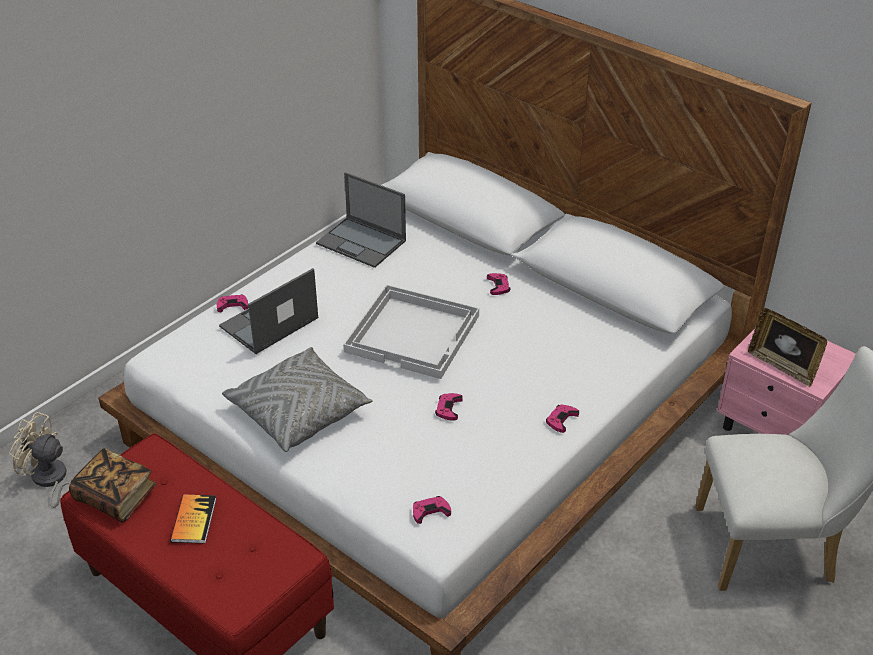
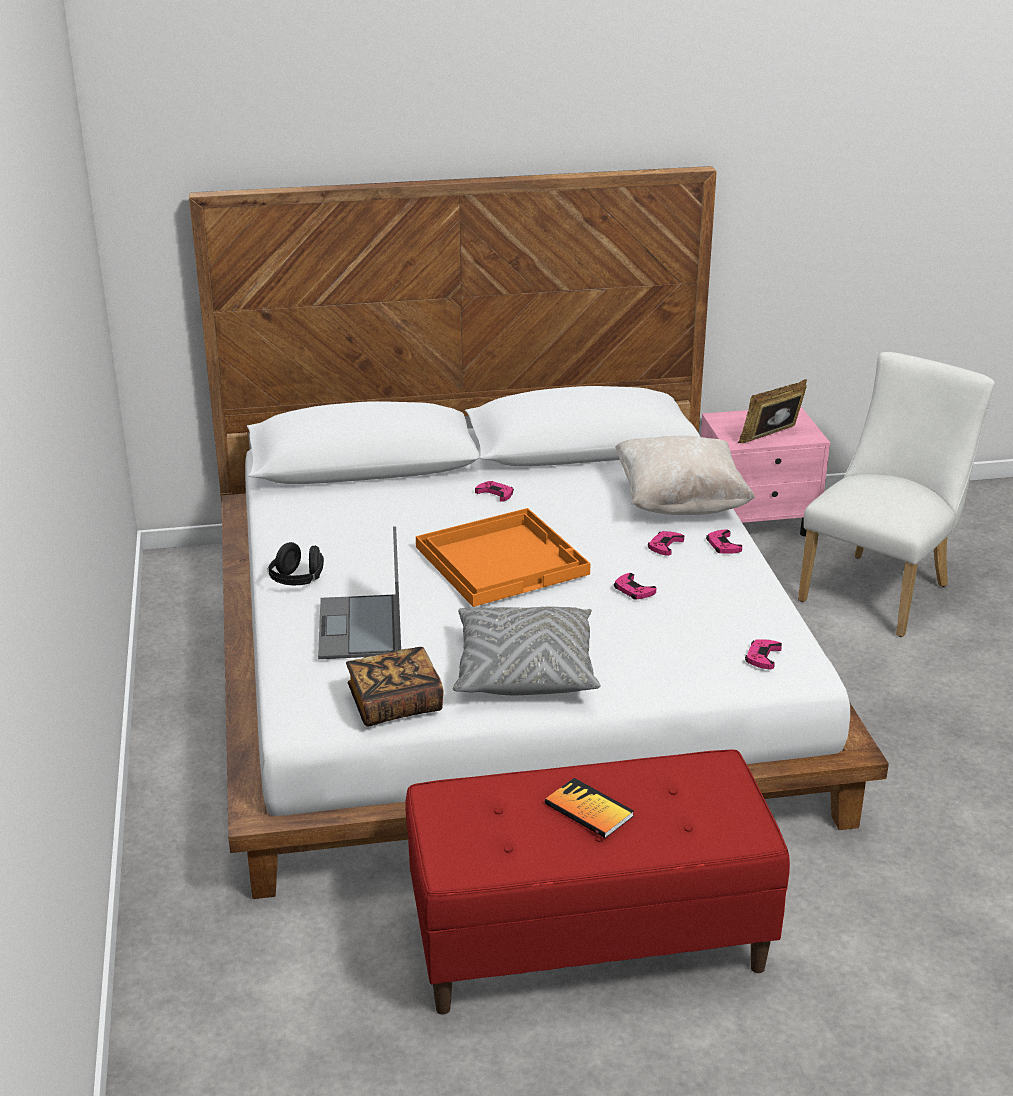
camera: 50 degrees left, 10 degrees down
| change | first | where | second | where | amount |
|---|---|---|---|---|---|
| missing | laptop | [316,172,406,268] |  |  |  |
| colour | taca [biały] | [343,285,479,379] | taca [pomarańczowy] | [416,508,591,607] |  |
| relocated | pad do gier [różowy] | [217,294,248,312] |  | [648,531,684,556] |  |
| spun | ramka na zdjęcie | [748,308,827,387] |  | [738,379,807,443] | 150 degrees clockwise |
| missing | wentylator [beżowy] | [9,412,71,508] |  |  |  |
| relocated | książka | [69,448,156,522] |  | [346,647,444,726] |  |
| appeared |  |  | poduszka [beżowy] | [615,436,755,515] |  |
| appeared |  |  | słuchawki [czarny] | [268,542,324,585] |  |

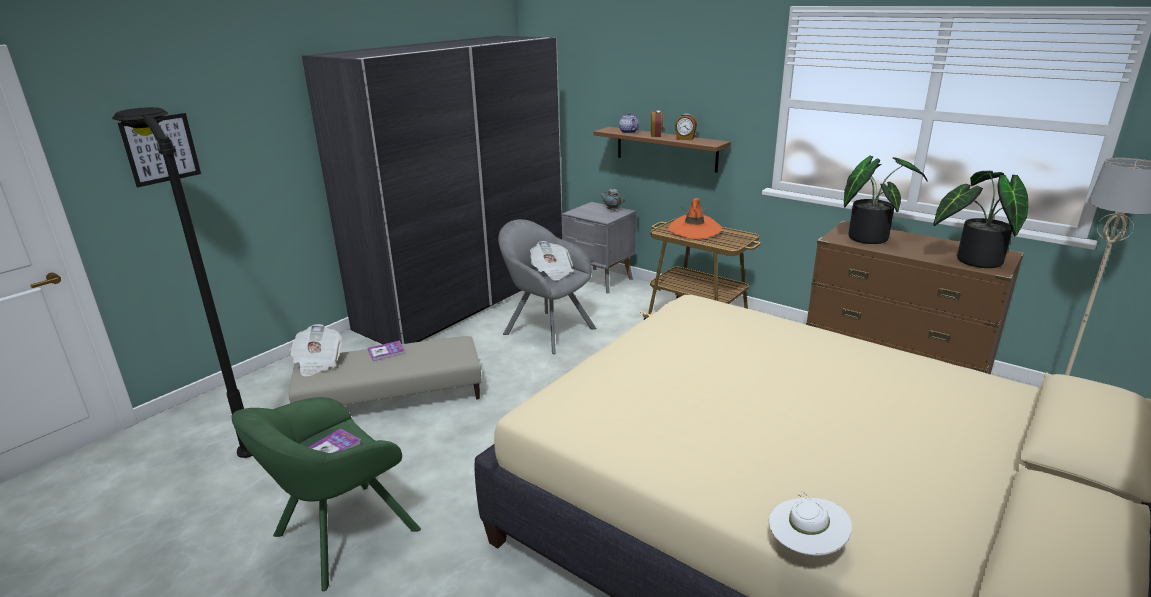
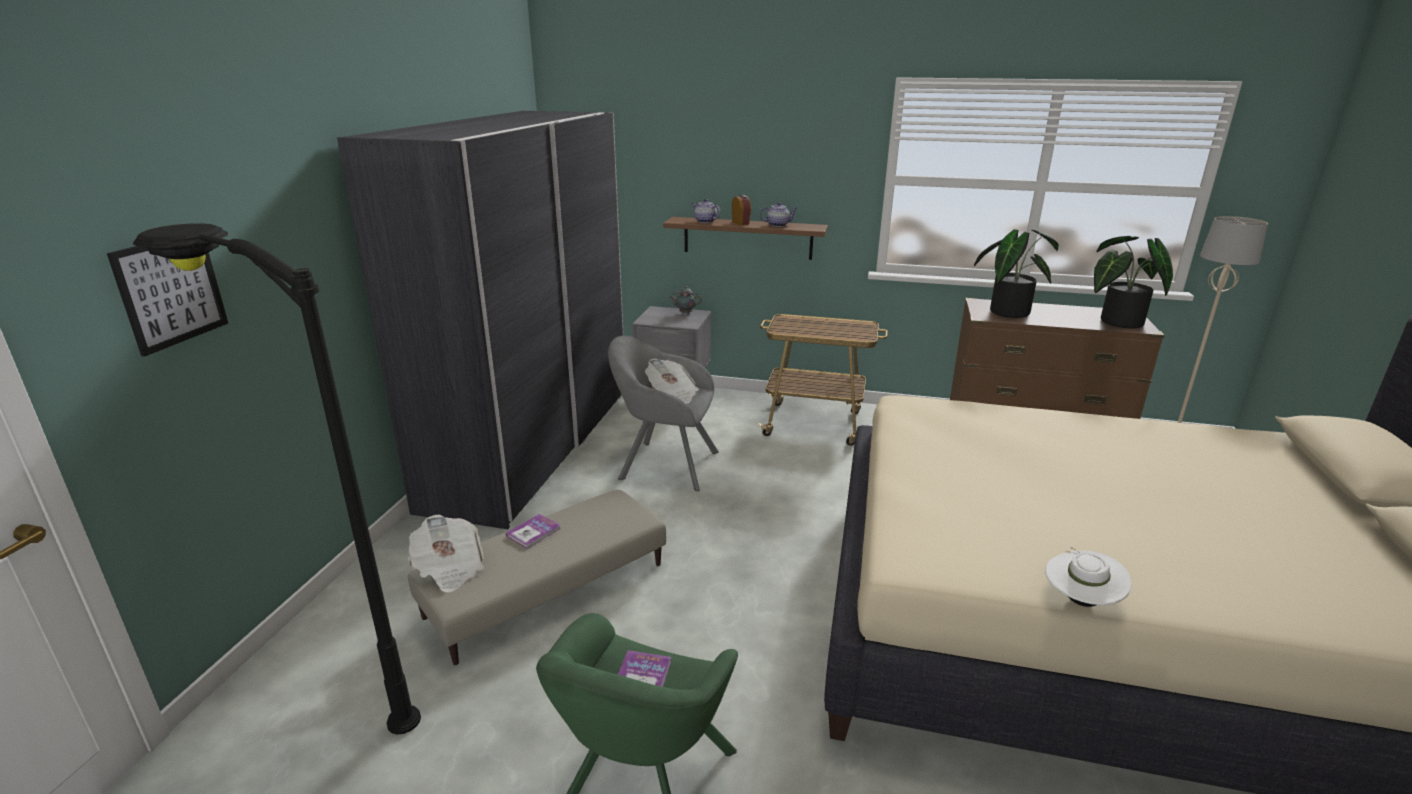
camera: 25 degrees left, 0 degrees up
| change | first | where | second | where | amount |
|---|---|---|---|---|---|
| exchanged | budzik | [675,114,697,140] | imbryk | [760,202,797,227] |  |
| missing | kapelusz [pomarańczowy] | [668,198,722,239] |  |  |  |
| relocated | kapelusz [biały] | [769,491,852,556] |  | [1045,547,1132,607] |  |

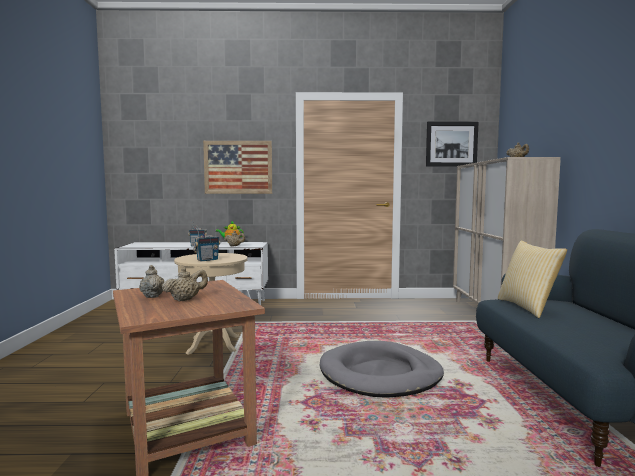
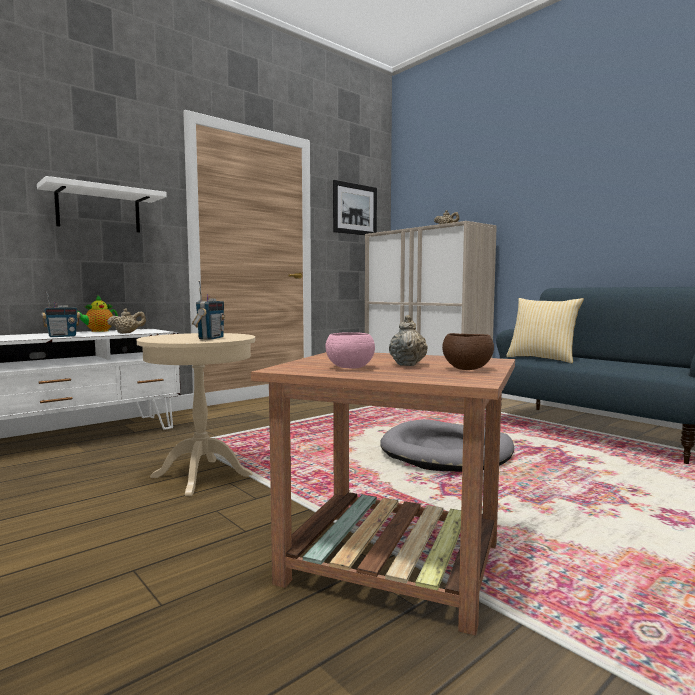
camera: 40 degrees left, 0 degrees up
| change | first | where | second | where | amount |
|---|---|---|---|---|---|
| exchanged | obraz | [203,141,272,194] | półka [biały] | [37,176,167,233] |  |
| exchanged | imbryk [beżowy] | [139,265,164,298] | miska [różowy] | [326,332,375,369] |  |
| appeared |  |  | miska [brązowy] | [442,333,494,370] |  |

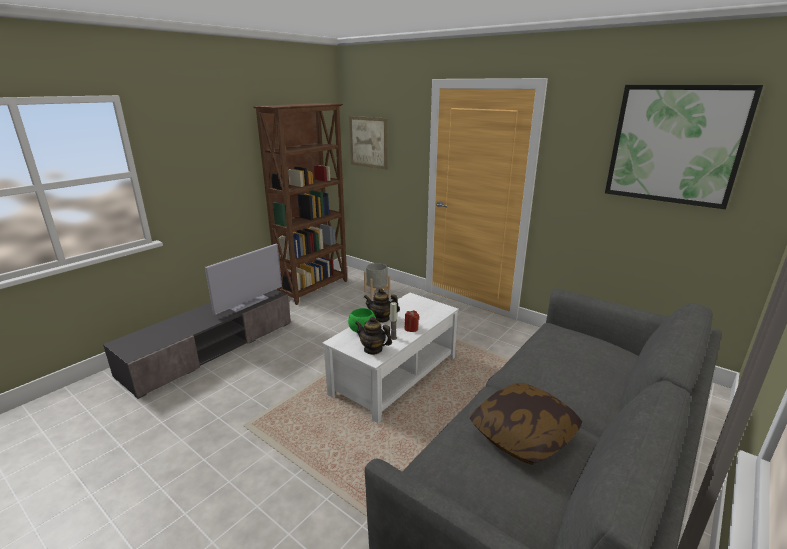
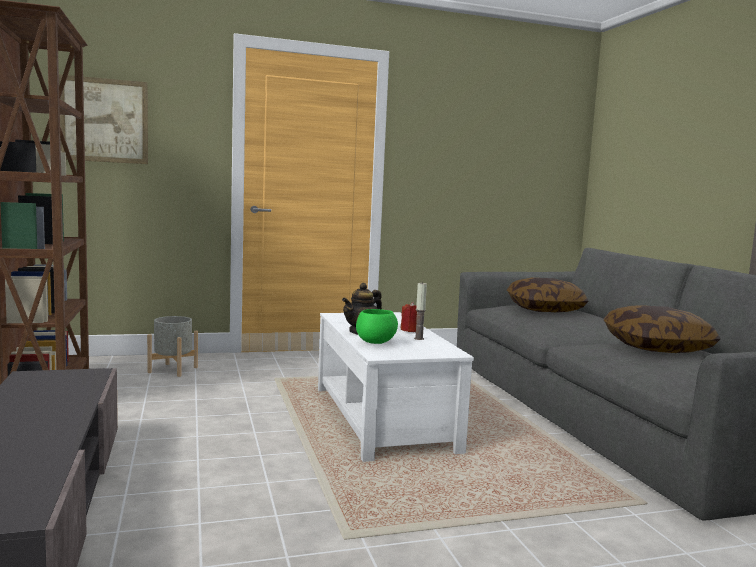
camera: 55 degrees left, 15 degrees down
| change | first | where | second | where | amount |
|---|---|---|---|---|---|
| missing | obraz | [605,85,763,209] |  |  |  |
| missing | telewizor | [205,244,282,315] |  |  |  |
| missing | imbryk | [355,316,392,355] |  |  |  |
| appeared |  |  | poduszka | [507,278,588,312] |  |

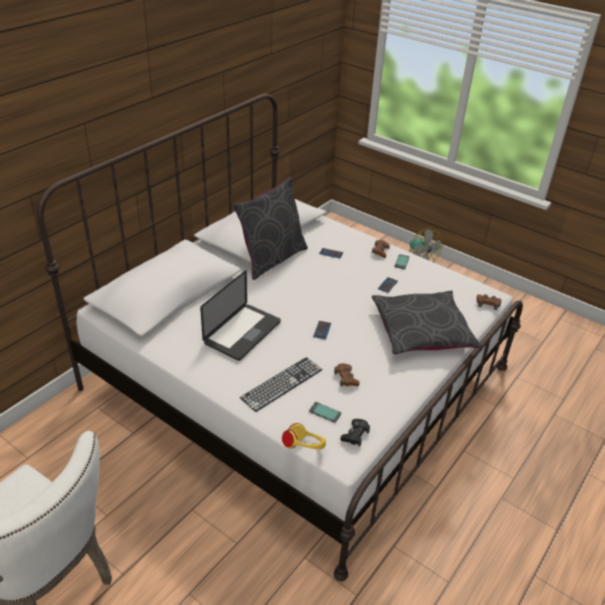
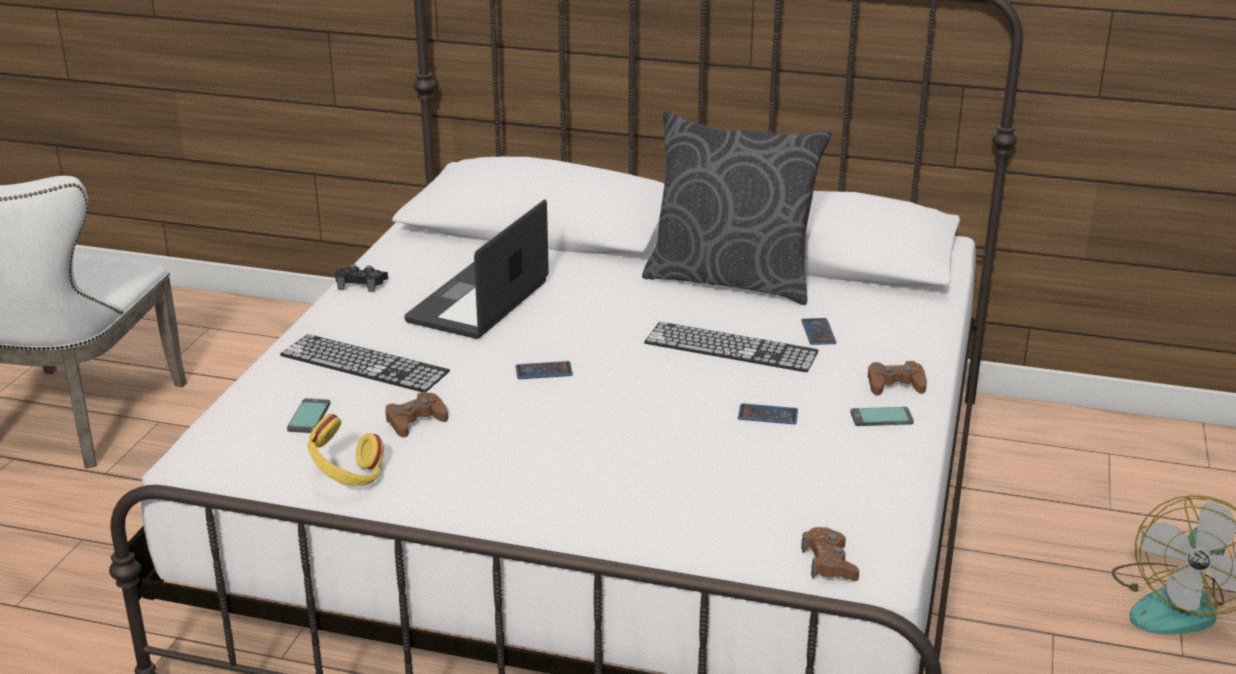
camera: 70 degrees right, 10 degrees down
| change | first | where | second | where | amount |
|---|---|---|---|---|---|
| spun | laptop | [200,270,281,361] |  | [405,199,549,339] | 105 degrees clockwise |
| missing | poduszka [szary] | [372,291,482,354] |  |  |  |
| relocated | pad do gier [czarny] | [341,419,370,447] |  | [335,264,388,292] |  |
| relocated | słuchawki [żółty] | [282,423,326,449] |  | [307,414,384,486] |  |
| appeared |  |  | klawiatura | [644,322,819,372] |  |

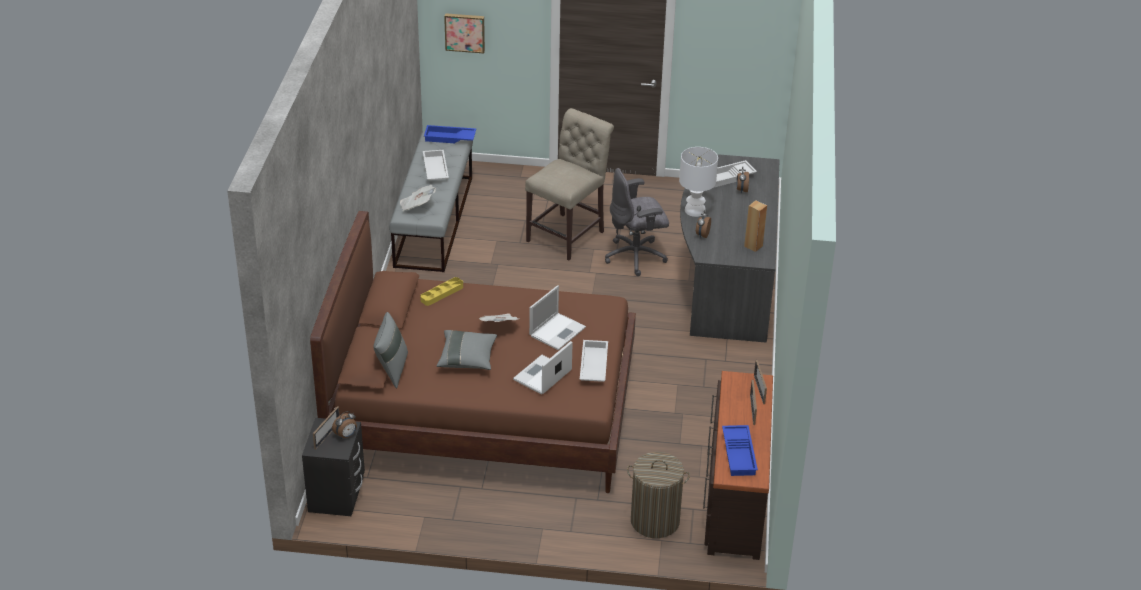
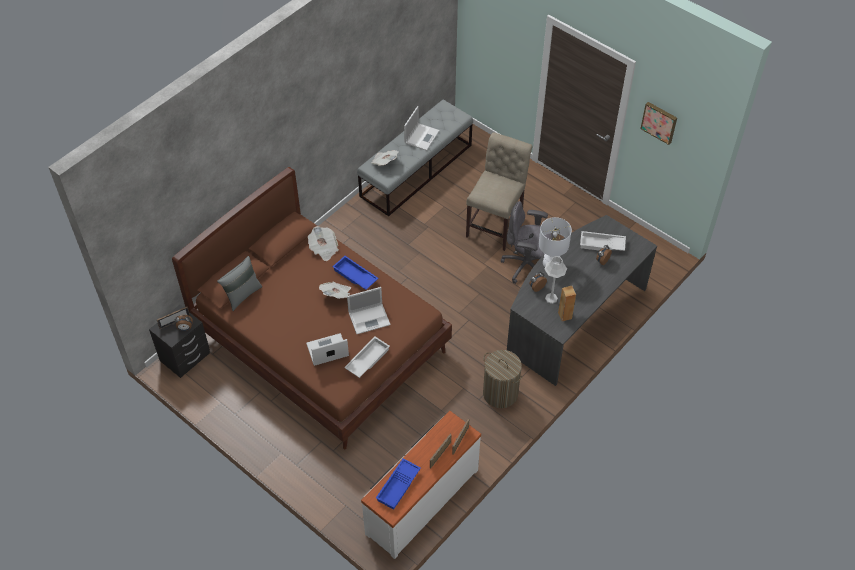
camera: 35 degrees right, 15 degrees up
| change | first | where | second | where | amount |
|---|---|---|---|---|---|
| relocated | obraz | [444,13,485,54] |  | [640,102,677,145] |  |
| spun | krzesło [beżowy] | [525,108,614,260] |  | [466,132,533,251] | 45 degrees counterclockwise |
| relocated | taca [niebieski] | [424,125,476,143] |  | [333,256,379,290] |  |
| exchanged | taca [biały] | [423,150,449,180] | laptop | [404,106,440,151] |  |
| exchanged | taca [żółty] | [420,277,463,306] | gazeta | [308,226,339,261] |  |
| missing | poduszka [szary] | [436,330,497,370] |  |  |  |
| colour | komoda [brązowy] | [703,371,773,560] | komoda [biały] | [361,411,481,559] |  |
| relocated | kosz na pranie | [627,452,690,538] |  | [483,350,522,408] |  |
| appeared |  |  | lampa stołowa [szary] | [544,256,567,304] |  |

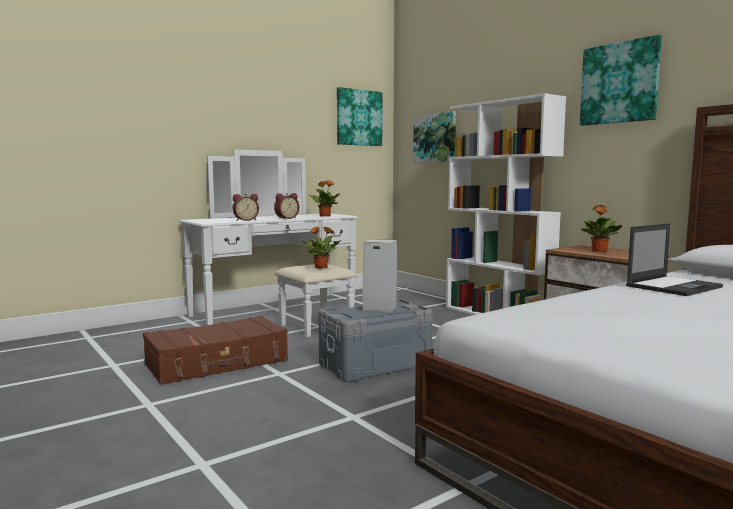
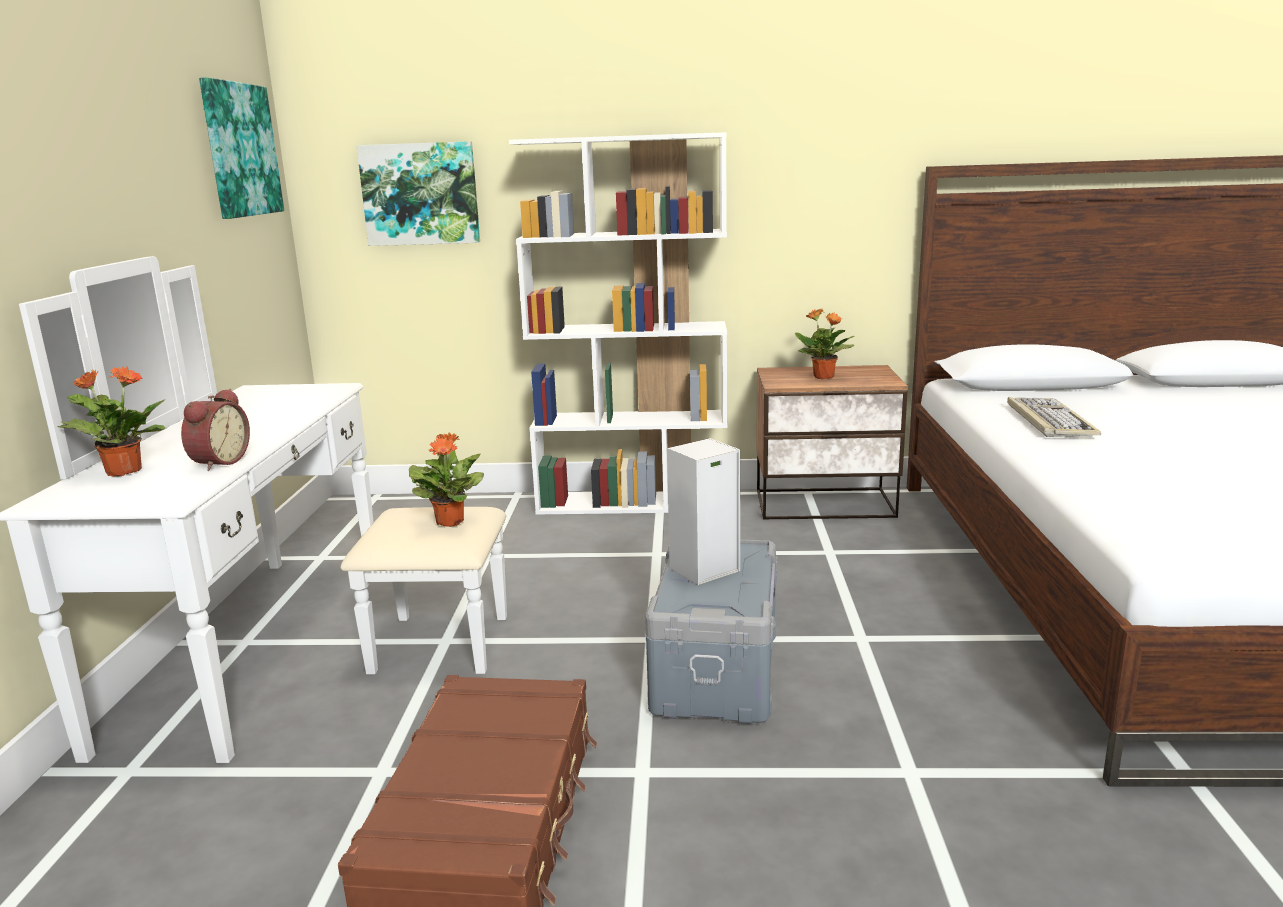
camera: 50 degrees left, 10 degrees up
| change | first | where | second | where | amount |
|---|---|---|---|---|---|
| missing | obraz | [580,34,662,126] |  |  |  |
| relocated | roślina doniczkowa | [310,180,340,217] |  | [57,366,167,476] |  |
| missing | budzik | [274,193,299,219] |  |  |  |
| exchanged | laptop | [626,223,723,296] | klawiatura | [1007,397,1101,437] |  |

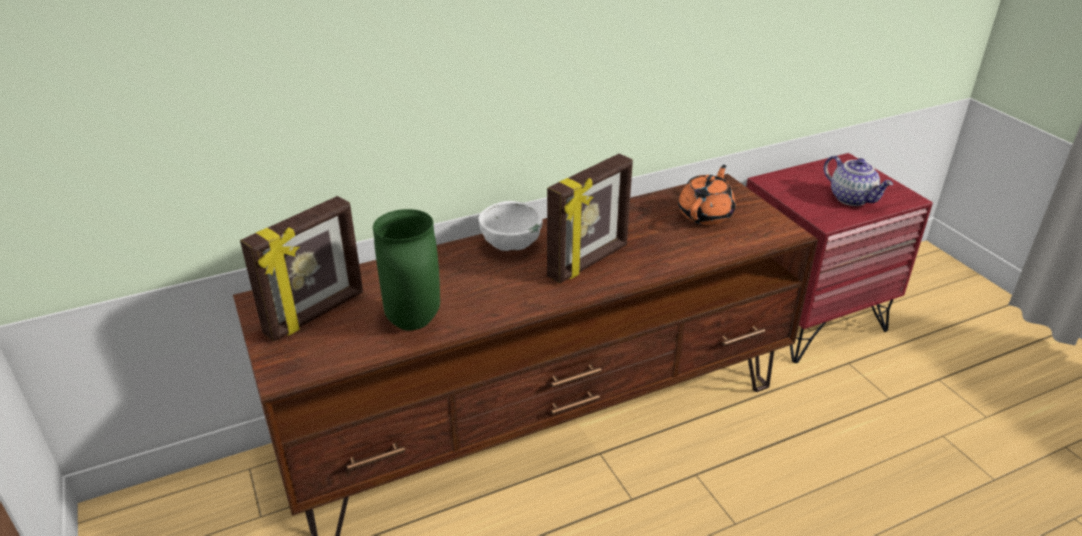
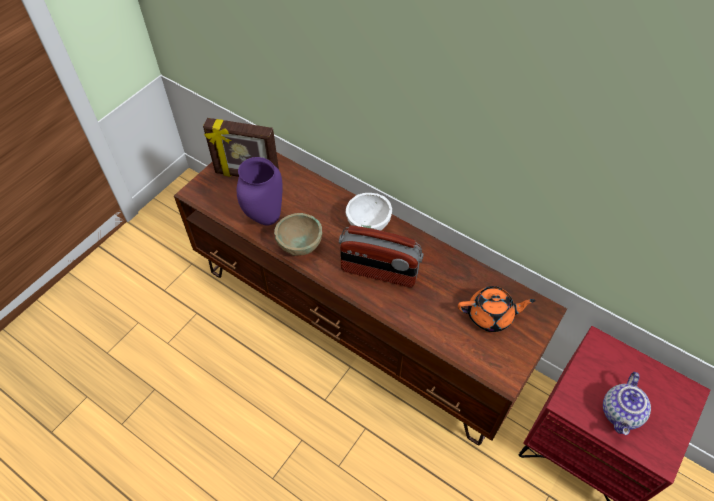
camera: 60 degrees right, 20 degrees up
| change | first | where | second | where | amount |
|---|---|---|---|---|---|
| exchanged | ramka na zdjęcie | [547,154,633,283] | radio | [339,225,424,287] |  |
| colour | wazon [zielony] | [373,209,440,331] | wazon [fioletowy] | [237,157,283,226] |  |
| appeared |  |  | miska [beżowy] | [274,213,322,256] |  |

